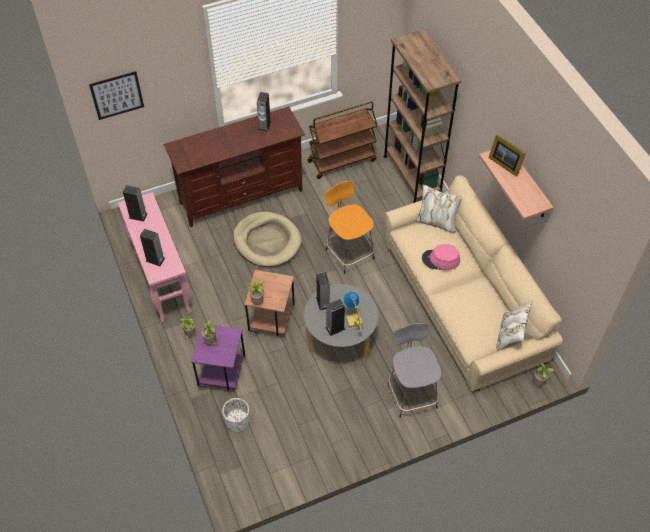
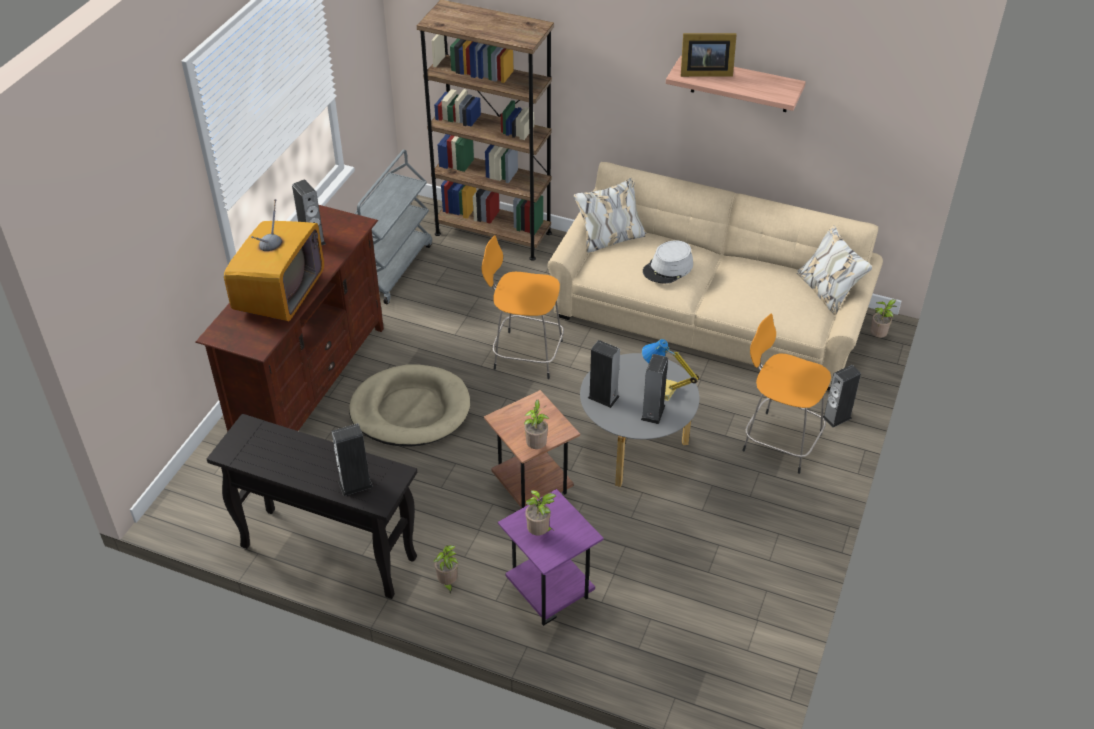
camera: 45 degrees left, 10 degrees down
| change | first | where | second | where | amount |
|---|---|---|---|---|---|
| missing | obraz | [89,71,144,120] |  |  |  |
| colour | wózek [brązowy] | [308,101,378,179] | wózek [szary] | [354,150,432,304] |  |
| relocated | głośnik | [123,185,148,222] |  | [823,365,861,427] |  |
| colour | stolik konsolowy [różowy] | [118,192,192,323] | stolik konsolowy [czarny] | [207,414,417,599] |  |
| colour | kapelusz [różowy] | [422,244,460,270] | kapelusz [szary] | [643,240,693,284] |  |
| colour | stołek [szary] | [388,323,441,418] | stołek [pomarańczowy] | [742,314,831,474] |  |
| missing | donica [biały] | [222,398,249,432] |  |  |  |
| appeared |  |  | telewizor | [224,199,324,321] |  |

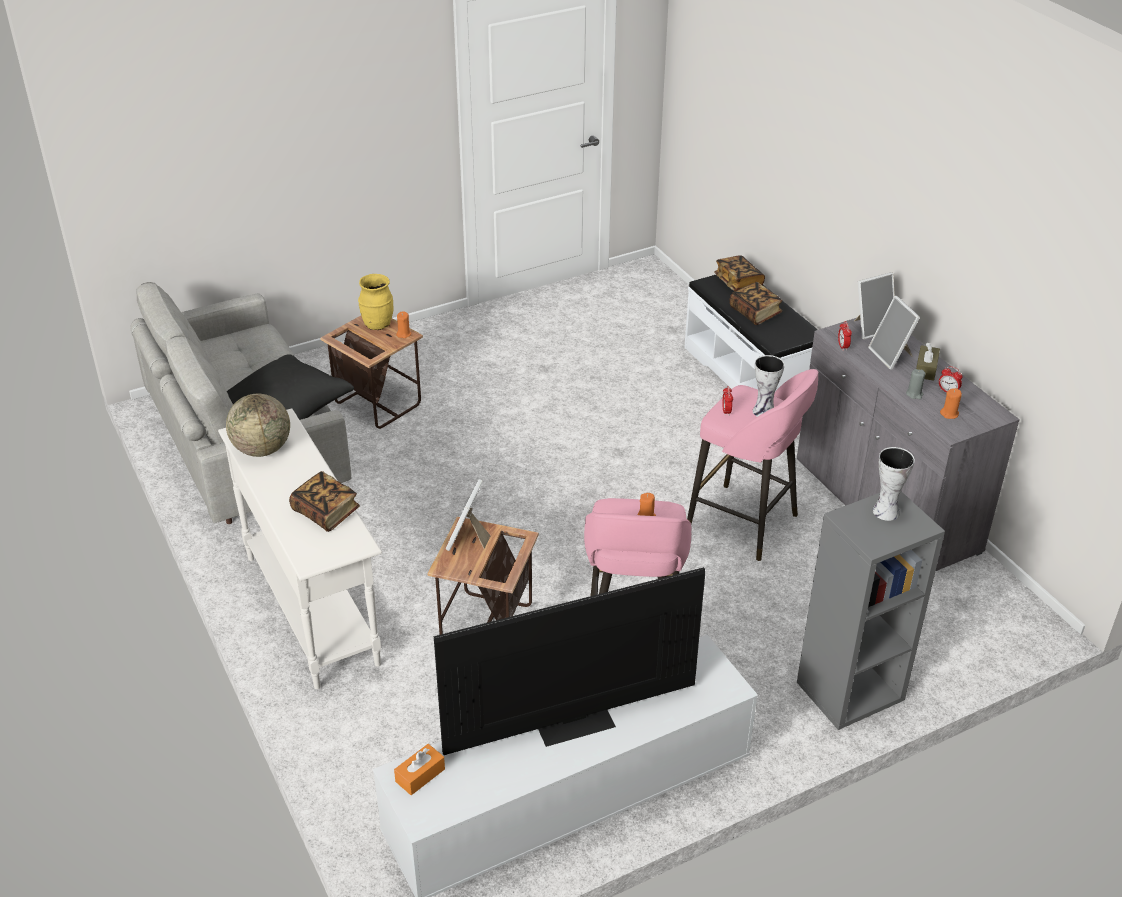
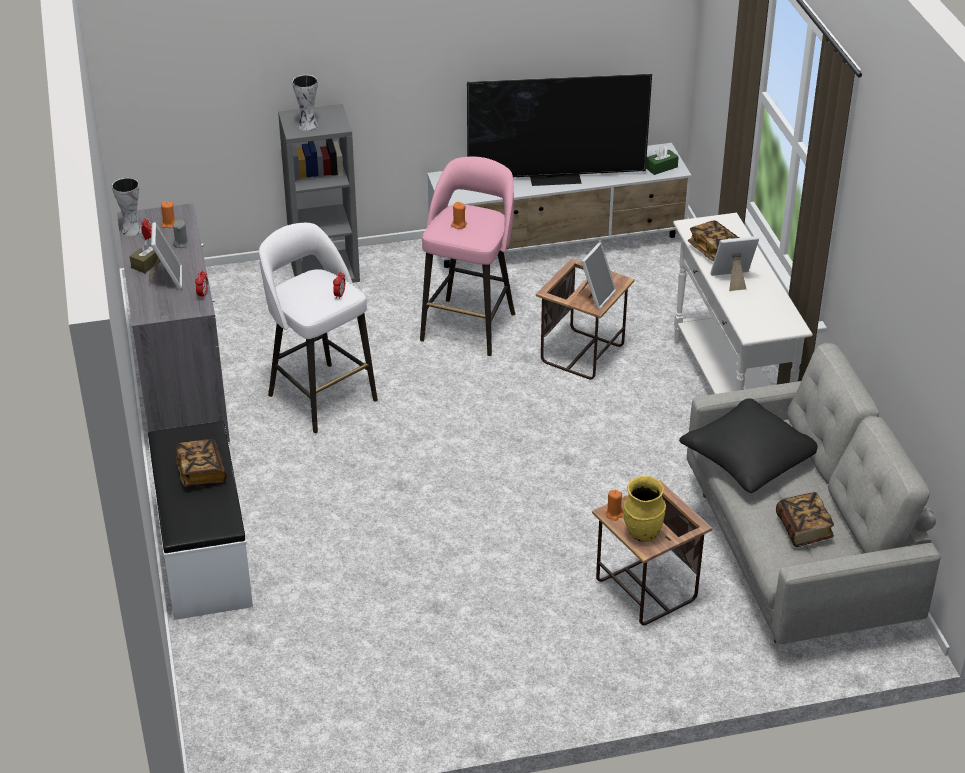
camera: 165 degrees left, 0 degrees up
| change | first | where | second | where | amount |
|---|---|---|---|---|---|
| relocated | książka | [714,255,765,291] |  | [776,492,834,547] |  |
| relocated | ramka na zdjęcie | [854,272,895,340] |  | [710,236,759,291] |  |
| relocated | wazon | [753,355,785,417] |  | [112,178,142,236] |  |
| colour | stołek [różowy] | [687,369,818,561] | stołek [biały] | [259,223,378,433] |  |
| missing | globus | [226,394,290,457] |  |  |  |
| colour | pudełko chusteczek [pomarańczowy] | [394,744,445,795] | pudełko chusteczek [zielony] | [646,145,679,175] |  |

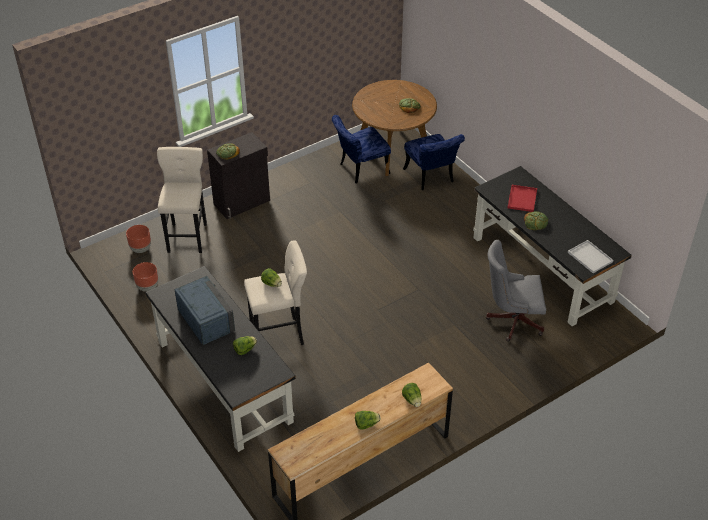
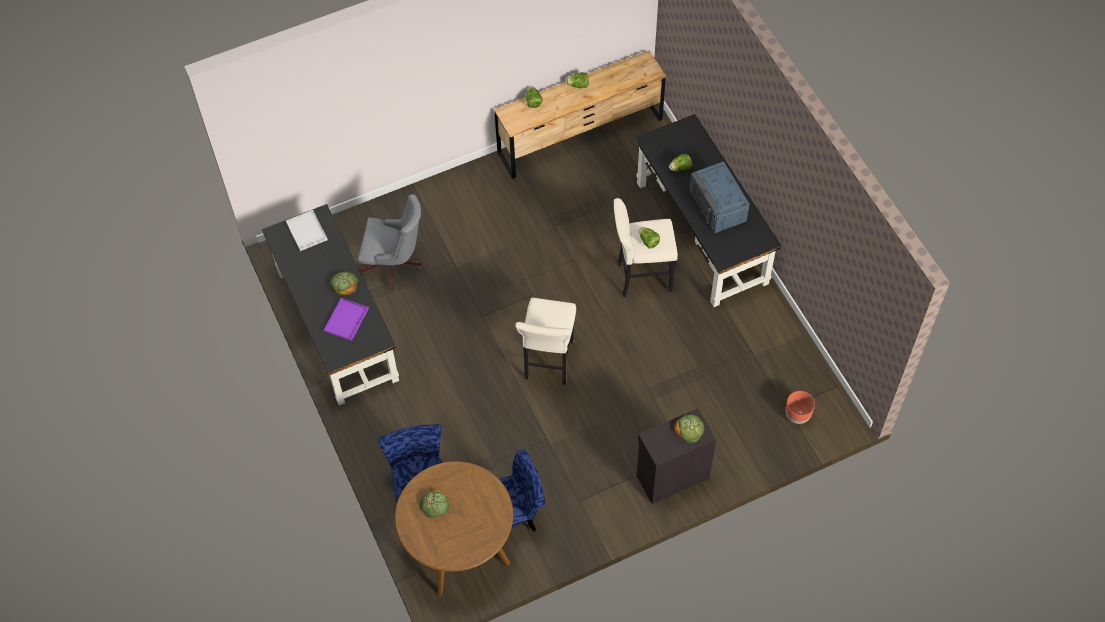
camera: 170 degrees left, 15 degrees up
| change | first | where | second | where | amount |
|---|---|---|---|---|---|
| relocated | stołek [beżowy] | [157,147,207,253] |  | [515,298,576,385] |  |
| colour | taca [czerwony] | [507,185,537,212] | taca [fioletowy] | [324,298,369,341] |  |
| missing | donica [brązowy] | [133,262,158,292] |  |  |  |

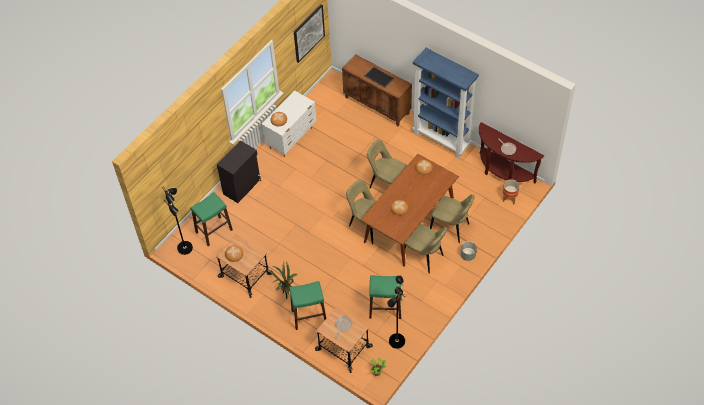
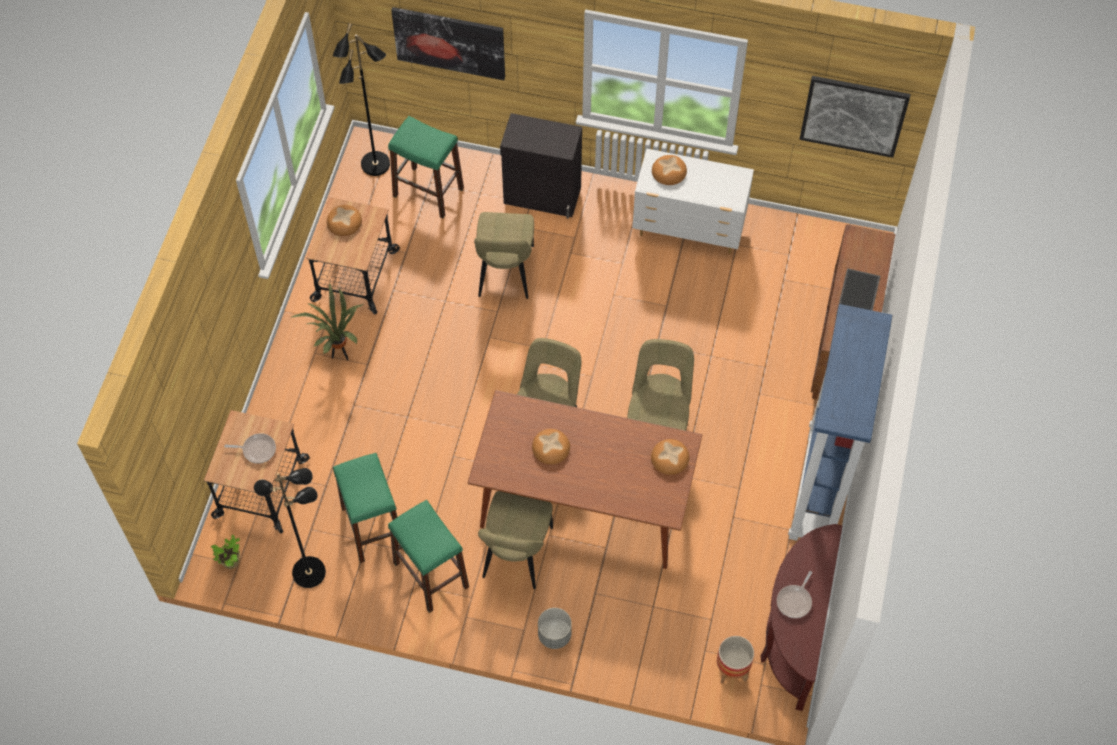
camera: 65 degrees right, 5 degrees up
| change | first | where | second | where | amount |
|---|---|---|---|---|---|
| relocated | krzesło [beżowy] | [430,194,475,243] |  | [474,212,534,299] |  |
| relocated | stołek [zielony] | [289,281,326,330] |  | [388,500,469,613] |  |
| appeared |  |  | obraz | [391,7,505,80] |  |

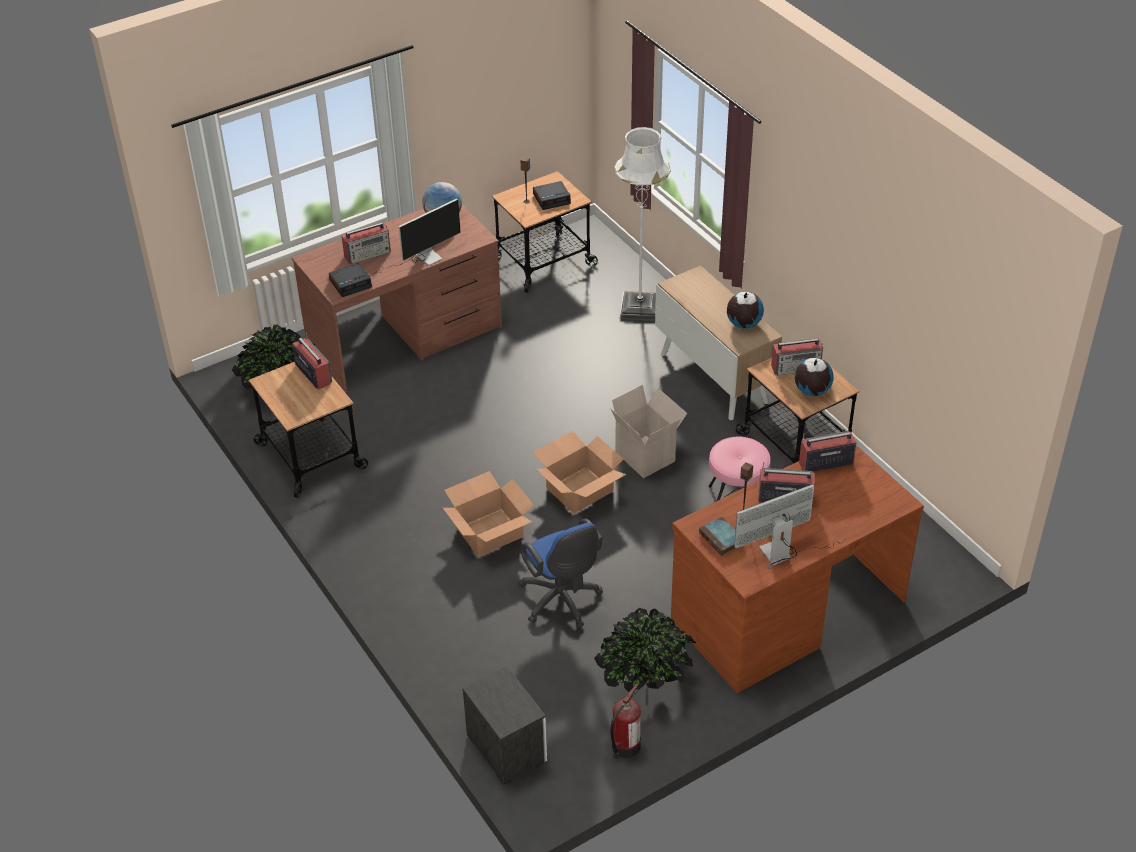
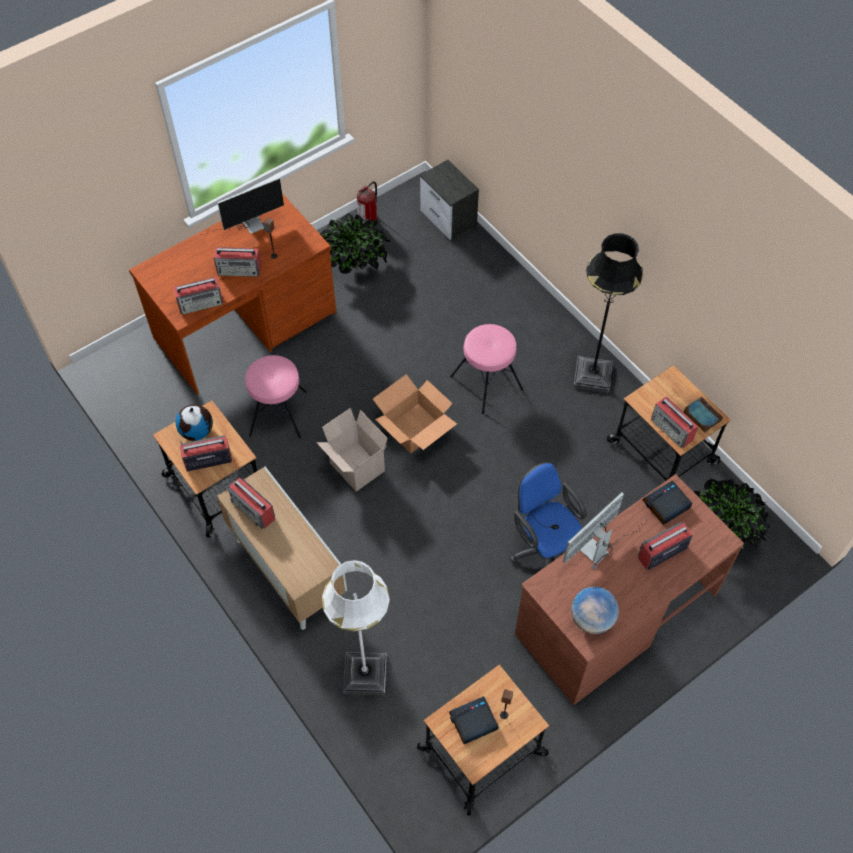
camera: 175 degrees right, 15 degrees up
| change | first | where | second | where | amount |
|---|---|---|---|---|---|
| exchanged | globus | [727,292,764,329] | radio | [228,477,275,529] |  |
| exchanged | karton | [443,471,534,557] | stołek [różowy] | [450,324,523,414] |  |
| relocated | książka | [699,517,737,556] |  | [683,397,723,433] |  |
| relocated | krzesło biurowe [niebieski] | [518,518,603,628] |  | [510,462,587,567] |  |
| appeared |  |  | lampa stojąca [czarny] | [574,233,643,393] |  |

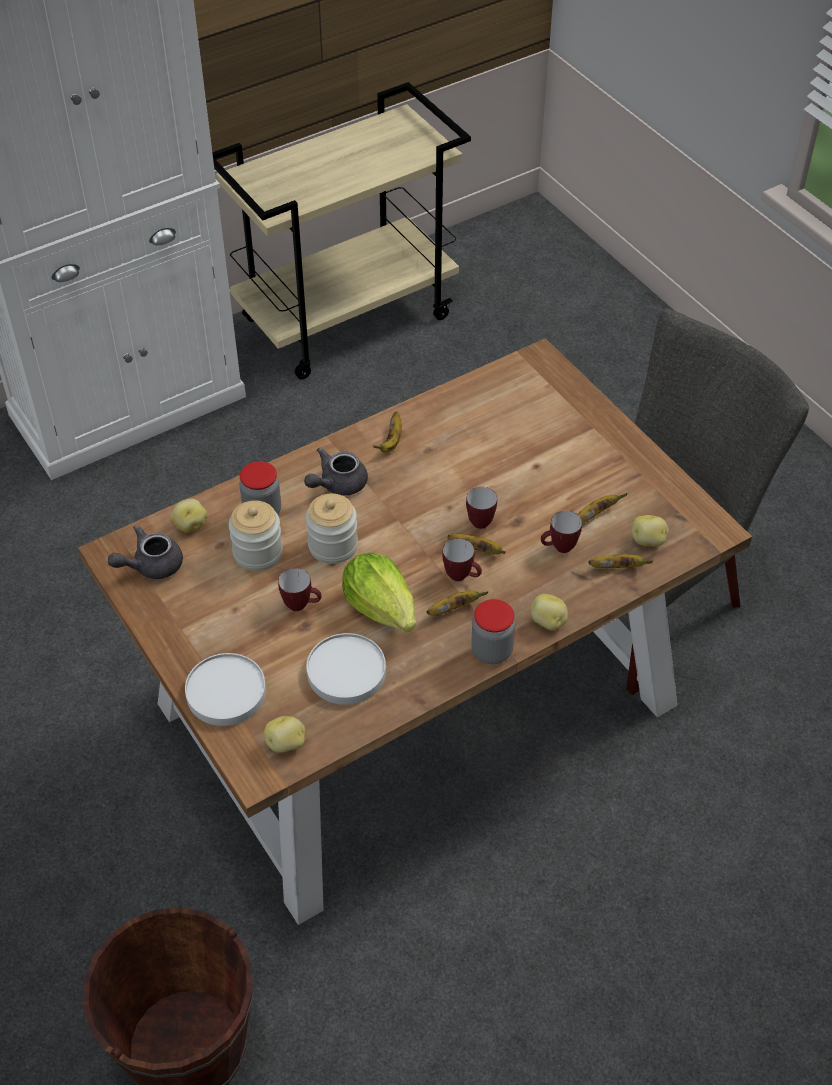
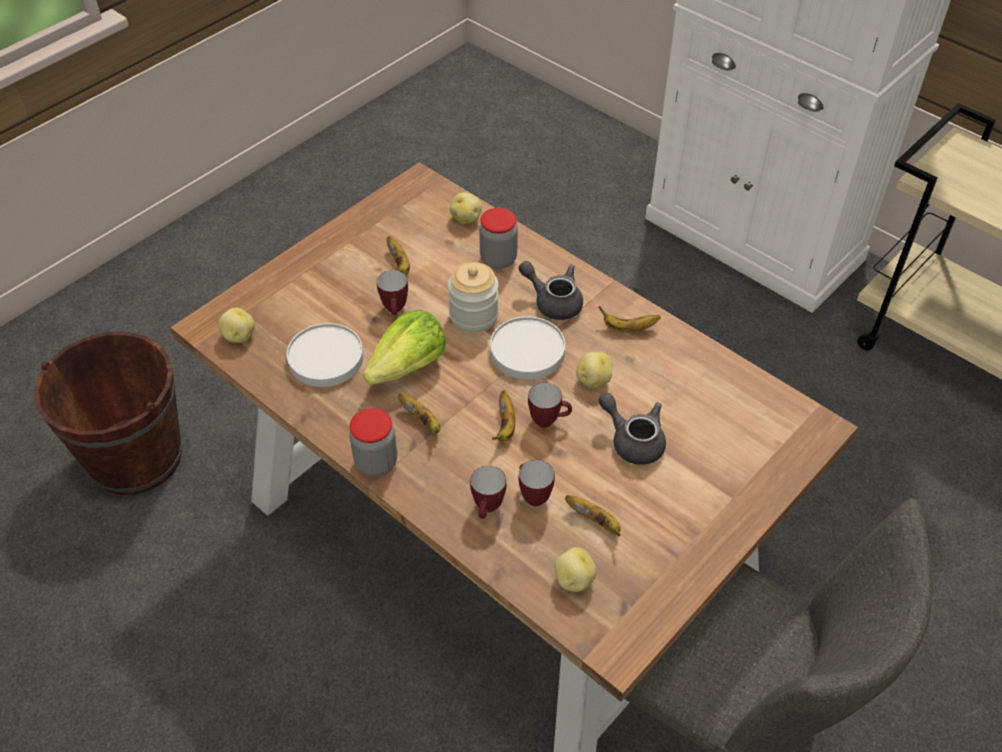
camera: 75 degrees right, 0 degrees up
| change | first | where | second | where | amount |
|---|---|---|---|---|---|
| missing | słoik | [229,500,283,571] |  |  |  |
| relocated | imbryk [szary] | [108,525,183,579] |  | [598,393,666,465] |  |
| relocated | kubek | [442,538,482,581] |  | [470,466,506,519] |  |
| relocated | banan | [588,554,653,568] |  | [387,236,410,275] |  |
| relocated | ziemniak | [531,594,568,630] |  | [576,352,612,388] |  |
| relocated | talerz [biały] | [185,653,266,726] |  | [490,316,565,380] |  |

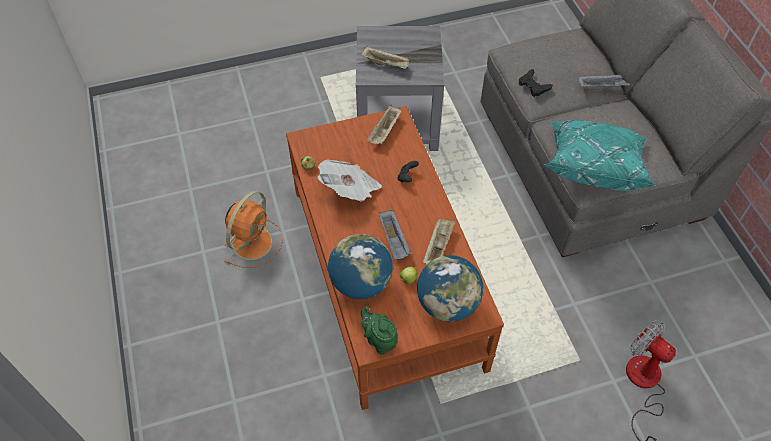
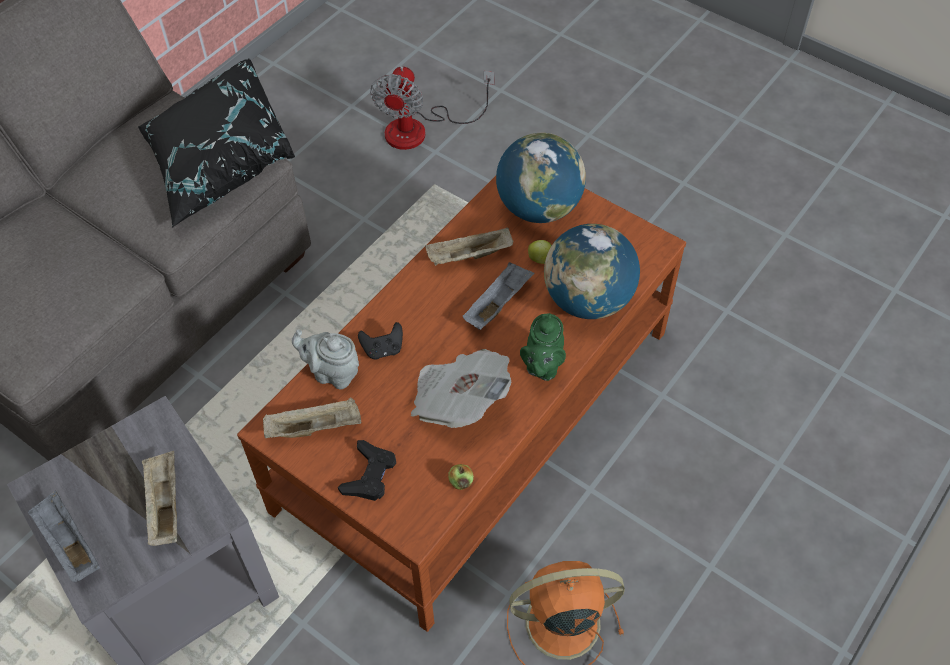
camera: 125 degrees left, 0 degrees up
| change | first | where | second | where | amount |
|---|---|---|---|---|---|
| relocated | pad do gier [czarny] | [519,69,553,97] |  | [338,440,396,501] |  |
| relocated | taca [szary] | [578,75,630,90] |  | [28,491,100,582] |  |
| colour | poduszka [turkusowy] | [544,120,656,191] | poduszka [czarny] | [138,58,295,228] |  |
| relocated | imbryk [zielony] | [361,306,398,354] |  | [520,313,566,381] |  |
| appeared |  |  | imbryk [szary] | [292,329,359,389] |  |

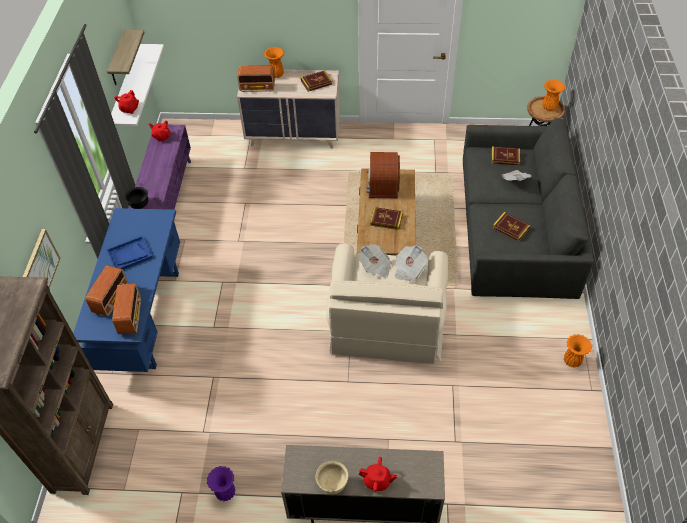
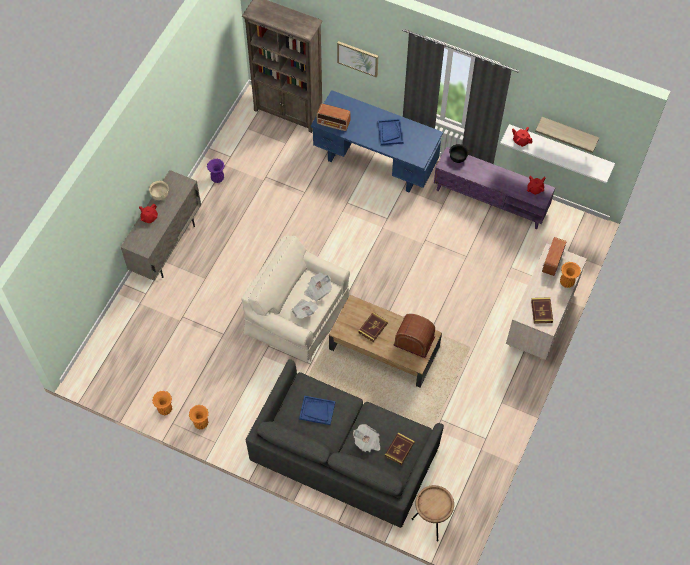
camera: 110 degrees right, 10 degrees up
| change | first | where | second | where | amount |
|---|---|---|---|---|---|
| relocated | wazon [pomarańczowy] | [542,80,565,111] |  | [152,391,172,415] |  |
| exchanged | książka | [492,212,530,242] | taca [niebieski] | [299,396,335,425] |  |
| missing | radio | [86,265,128,316] |  |  |  |

